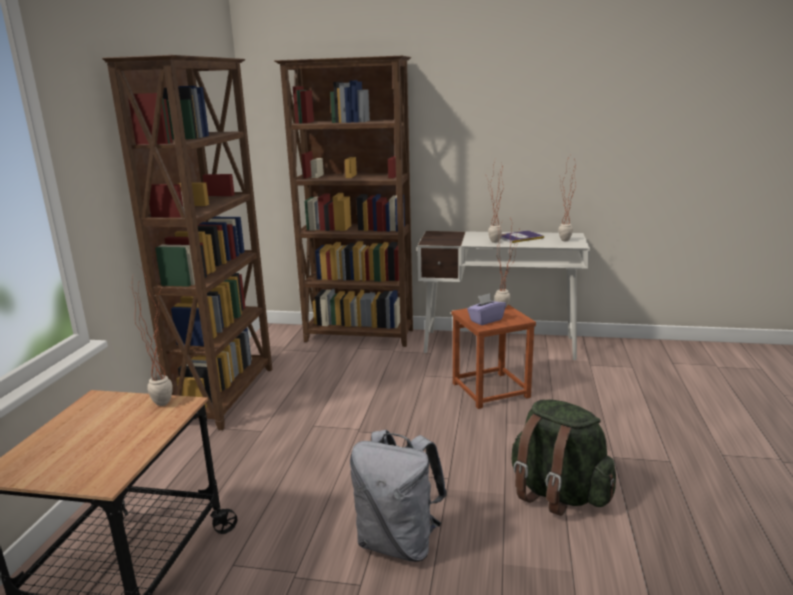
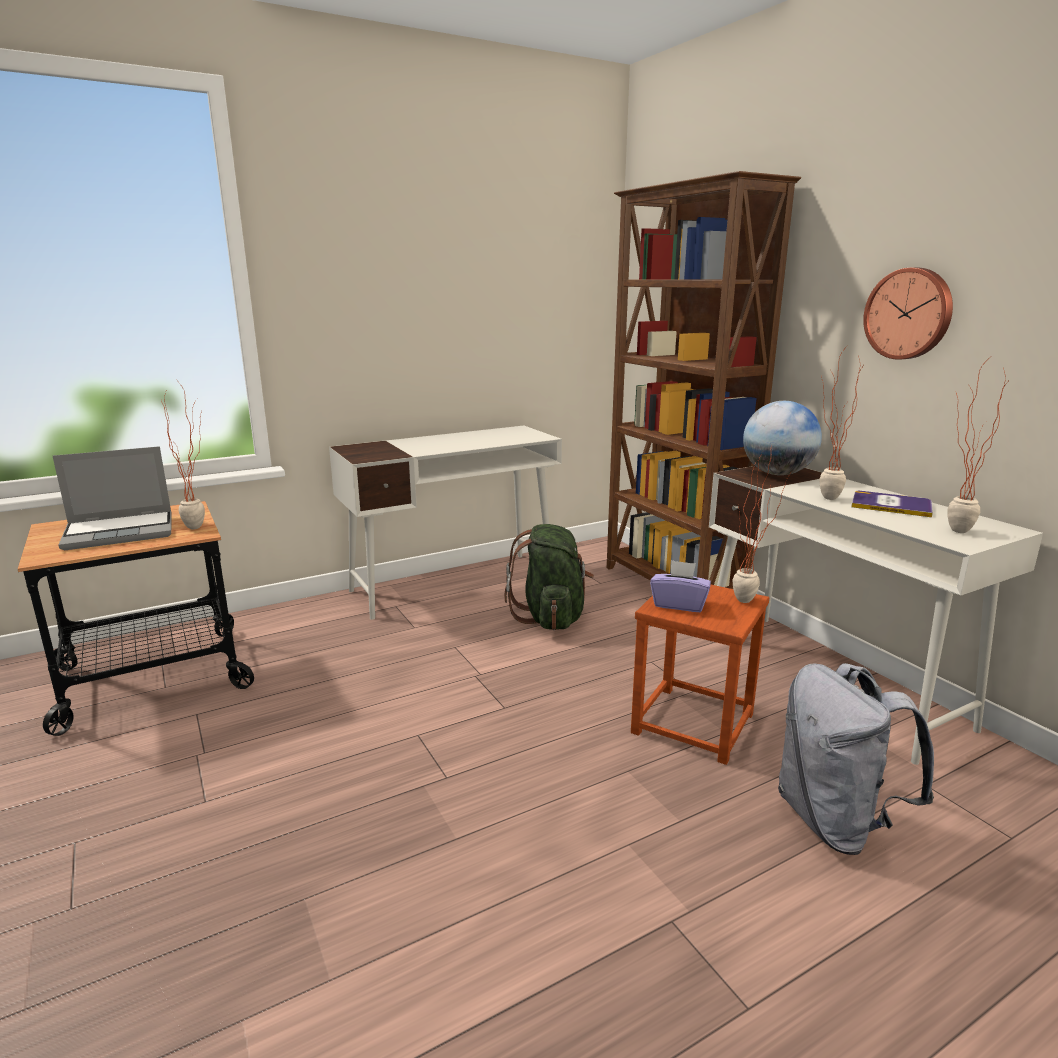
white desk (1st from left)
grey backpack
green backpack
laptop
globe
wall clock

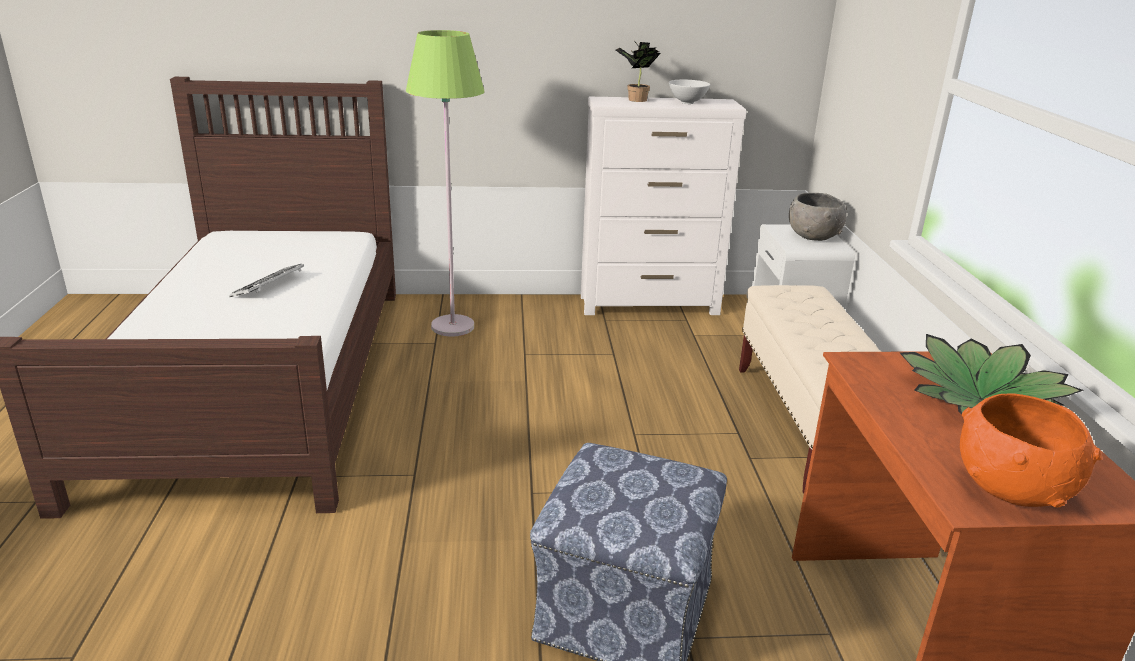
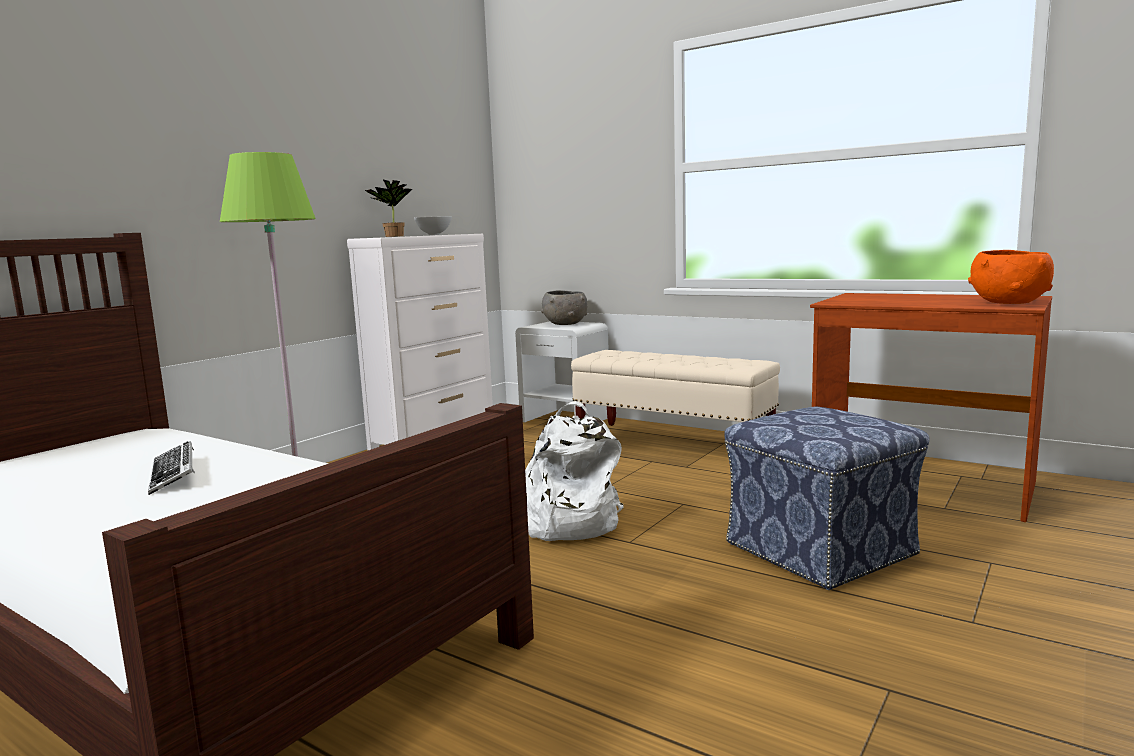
potted plant (2nd from left in the first image)
white backpack

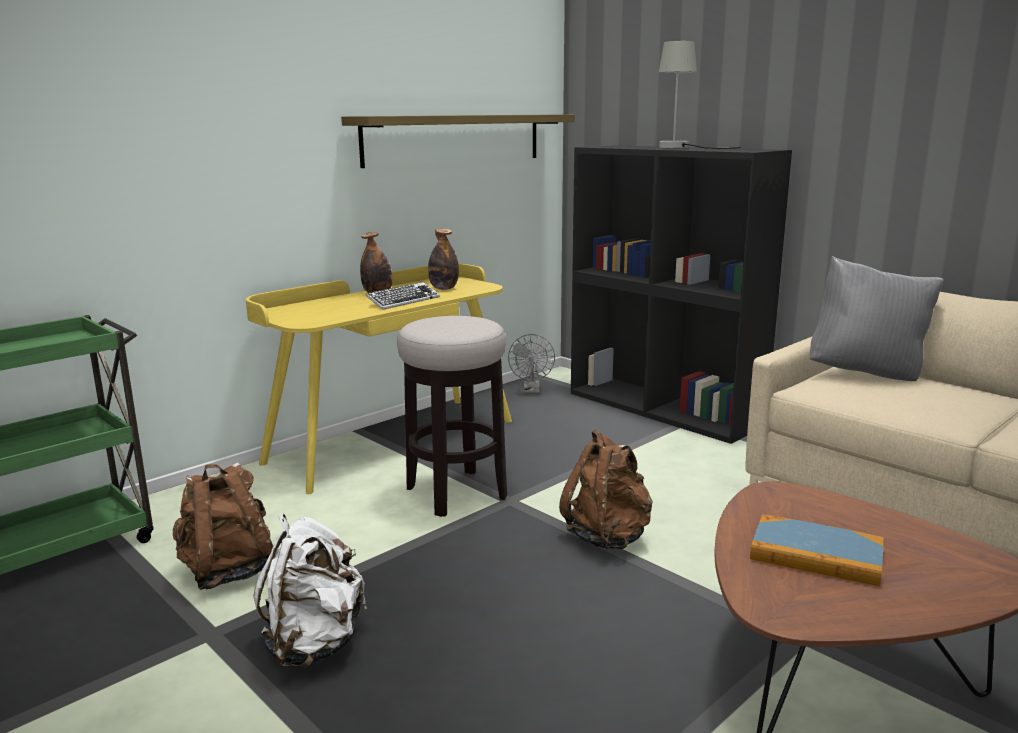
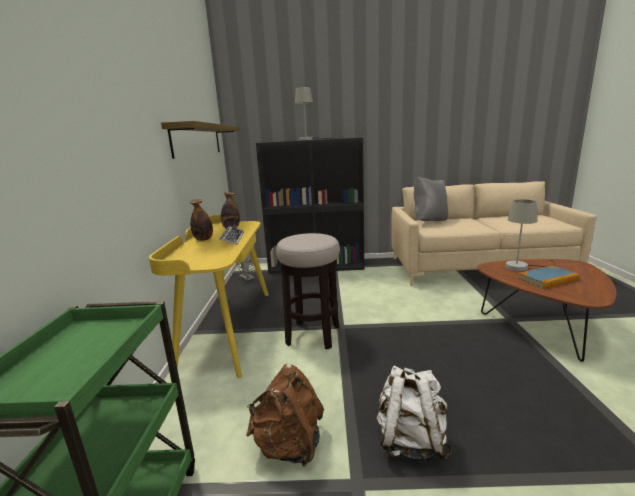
brown backpack (2nd from left in the first image)
grey table lamp (2nd from left)

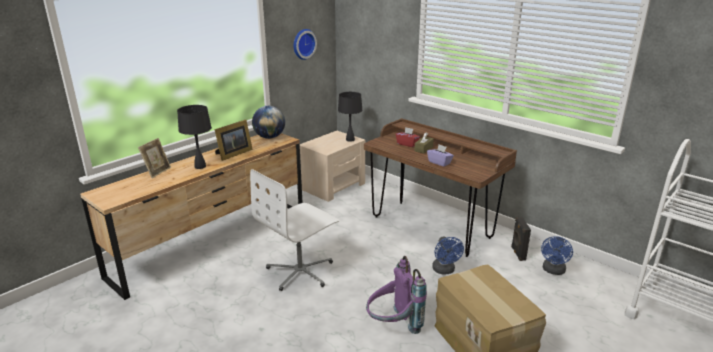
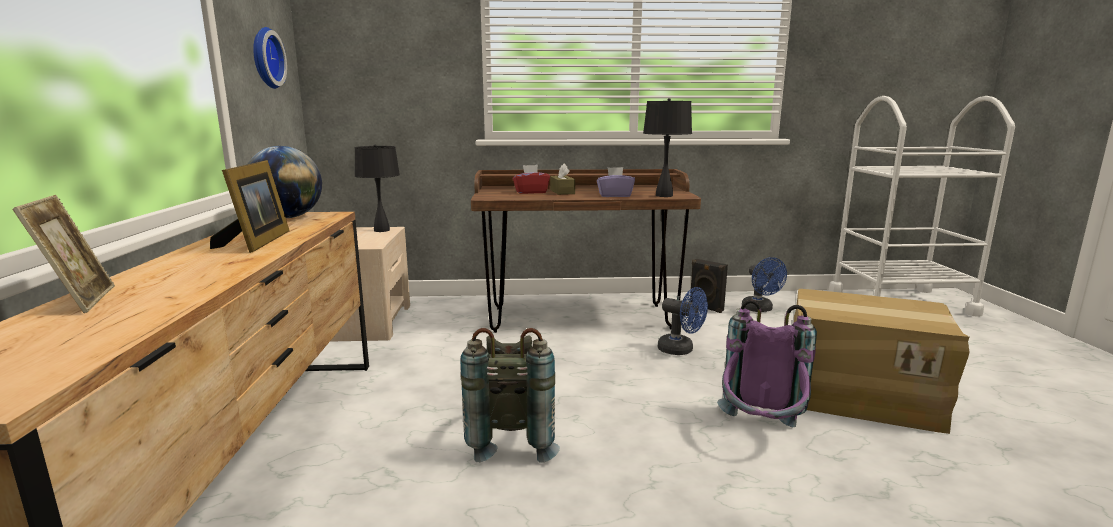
black table lamp (2nd from left)
grey backpack

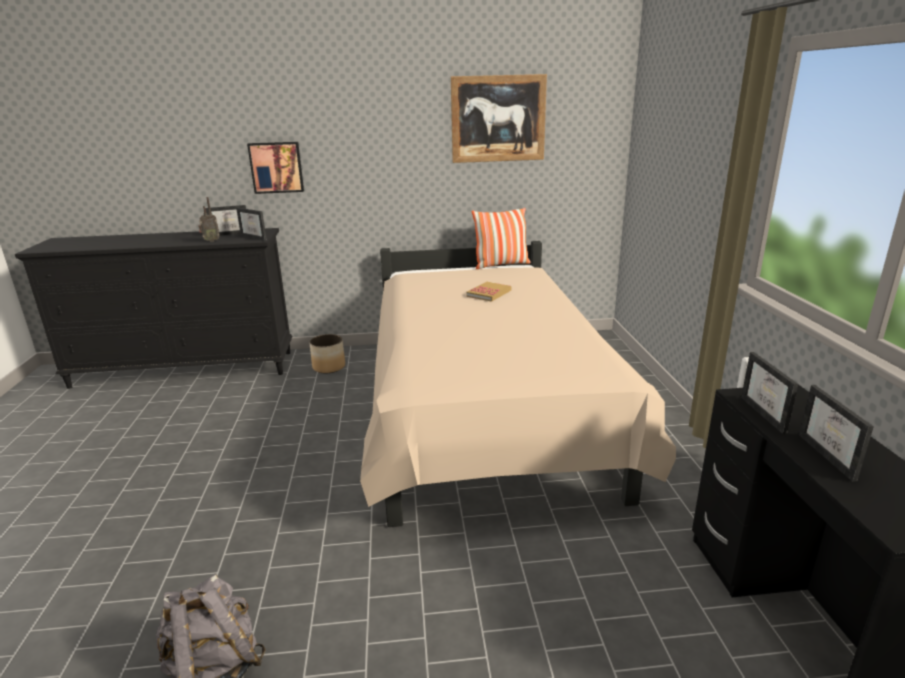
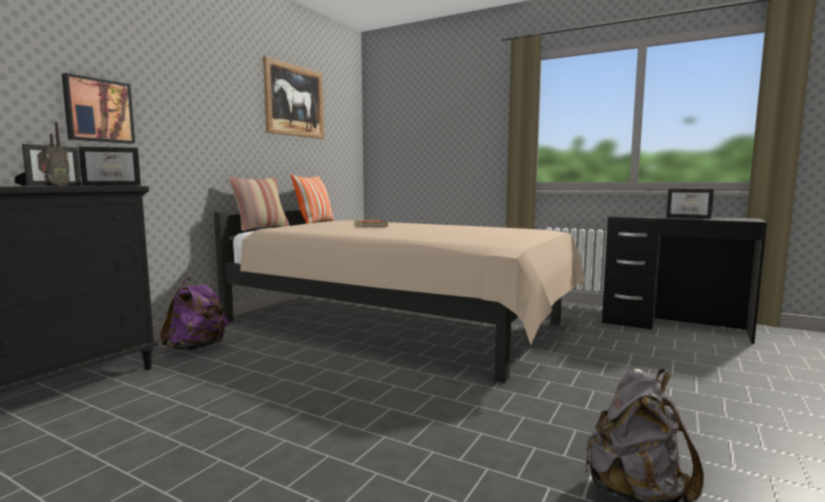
purple backpack
picture frame (3rd from left in the first image)
pillow (1st from left)

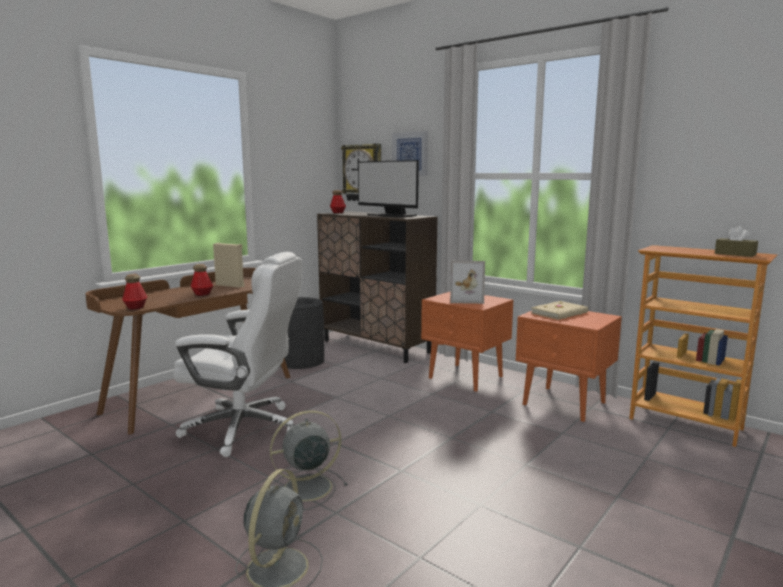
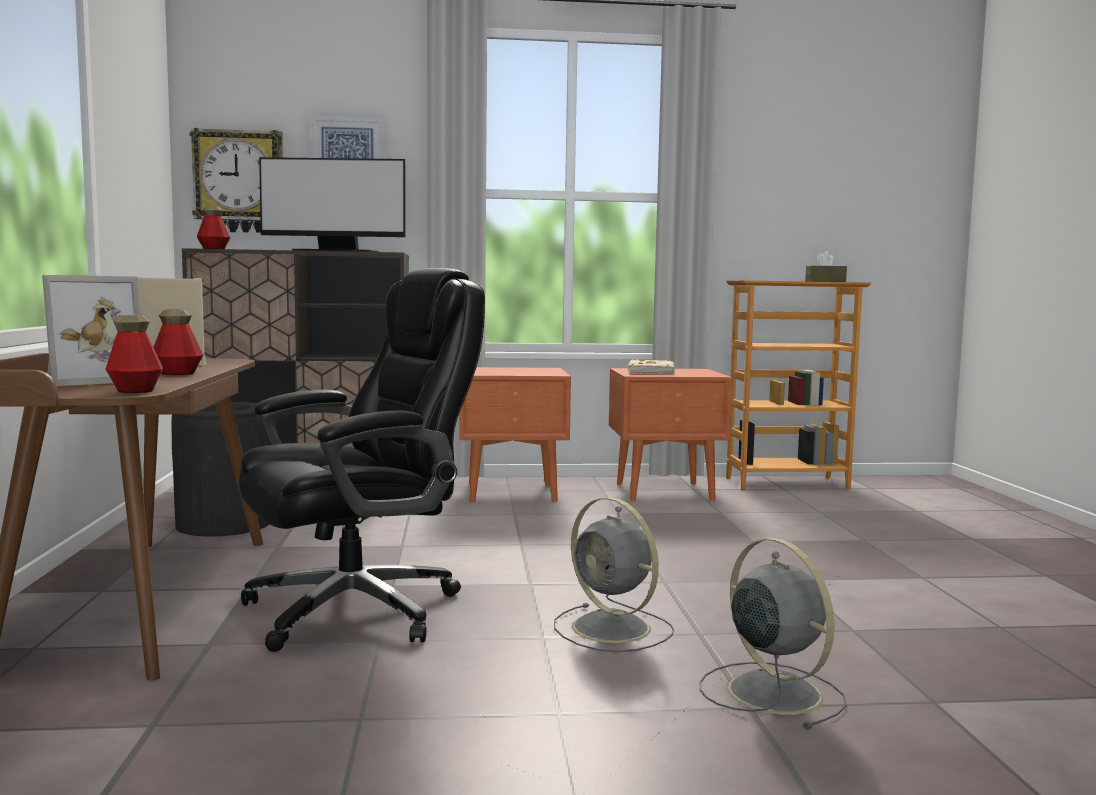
black office chair
grey fan (1st from left)
picture frame

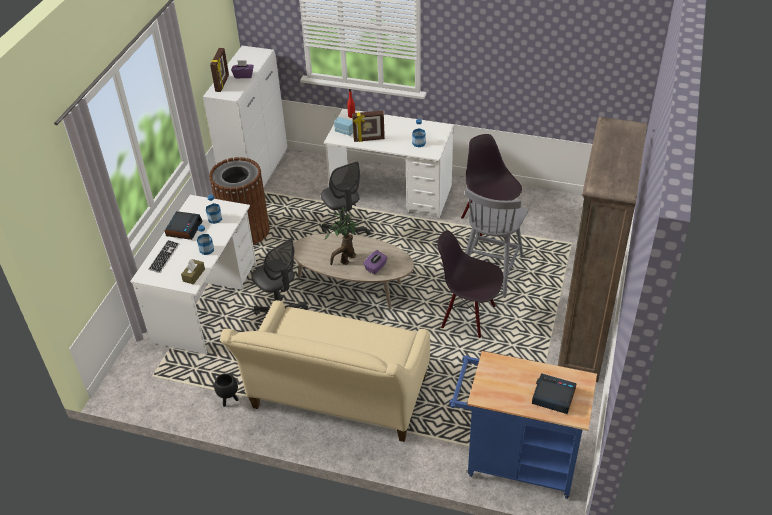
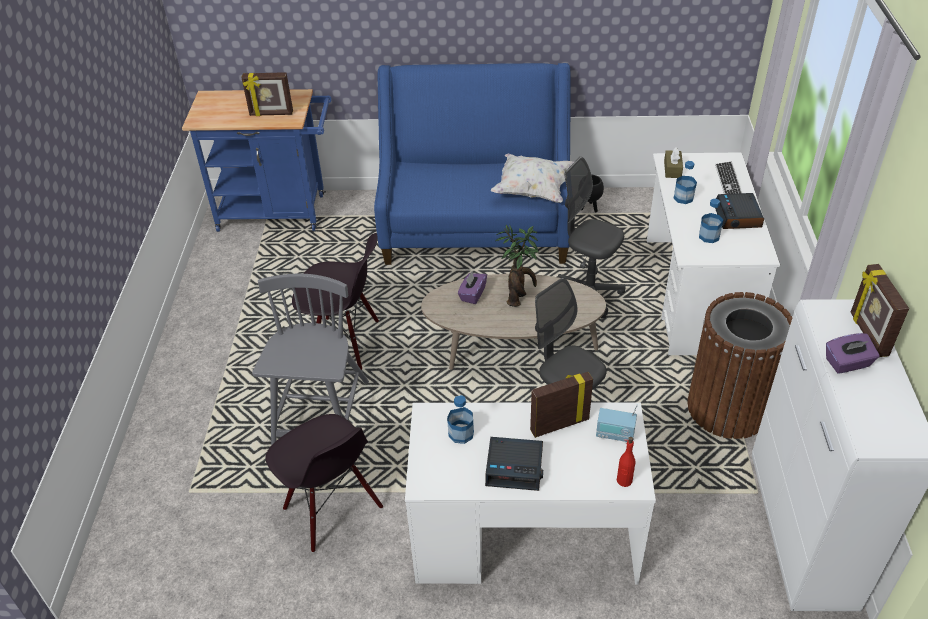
blue sofa
alarm clock (1st from left)
brown bookcase
picture frame (1st from left)
white pillow

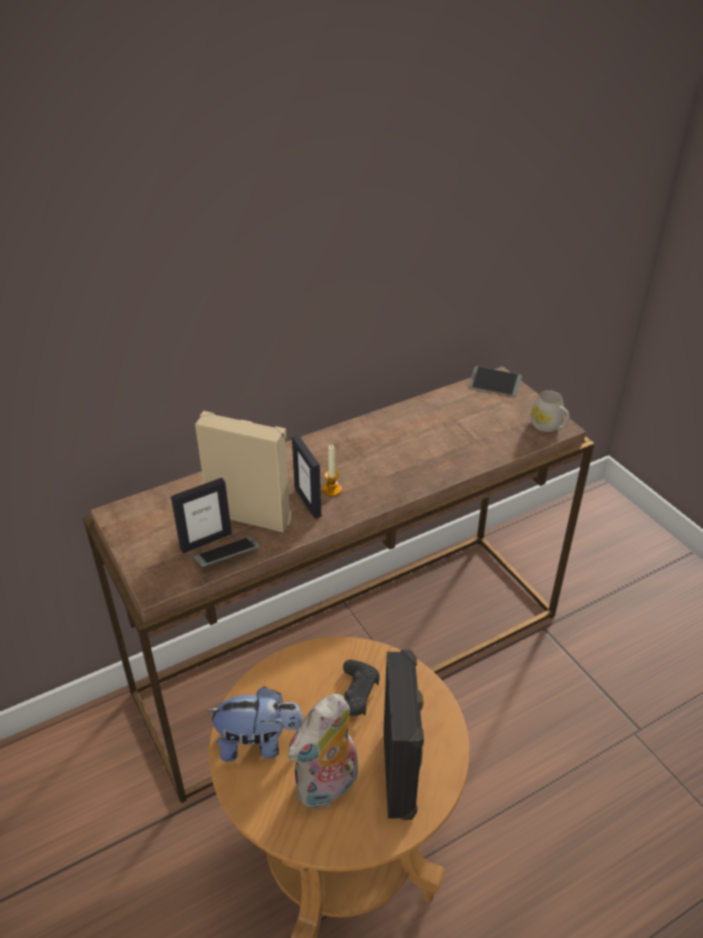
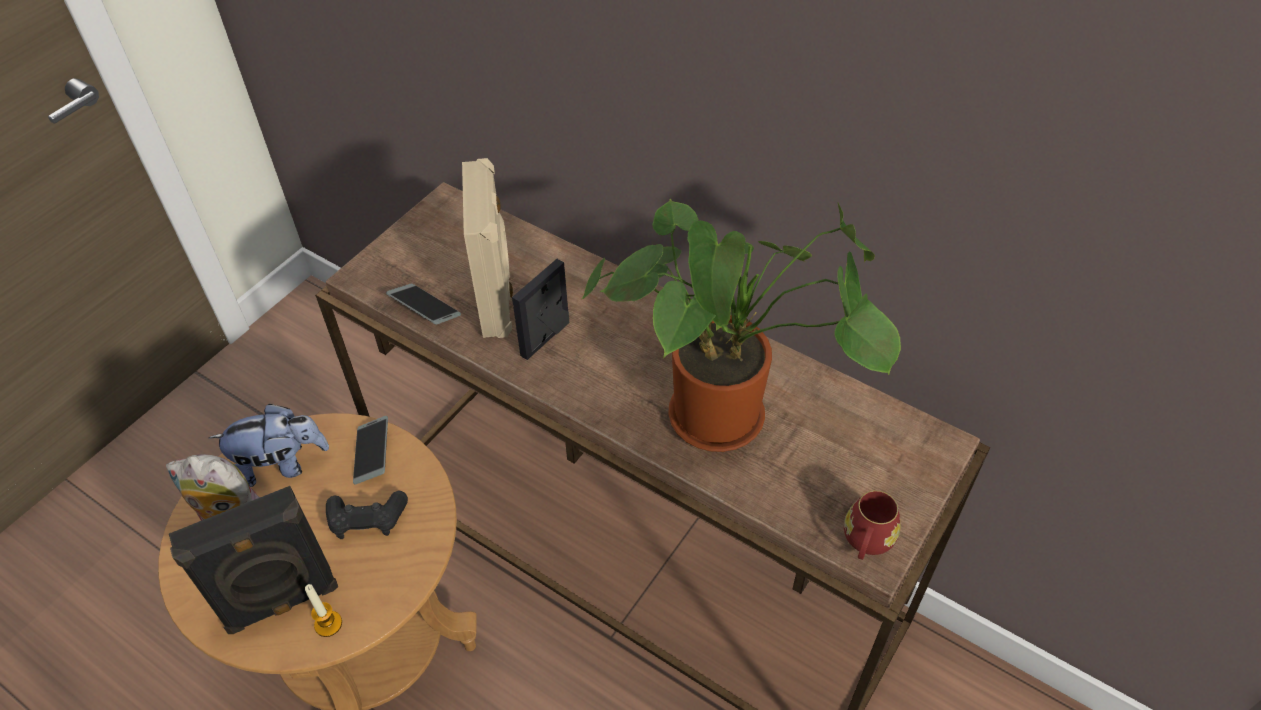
picture frame (1st from left in the first image)
plush toy (2nd from left)
candle
phone (1st from left)
red mug
potted plant

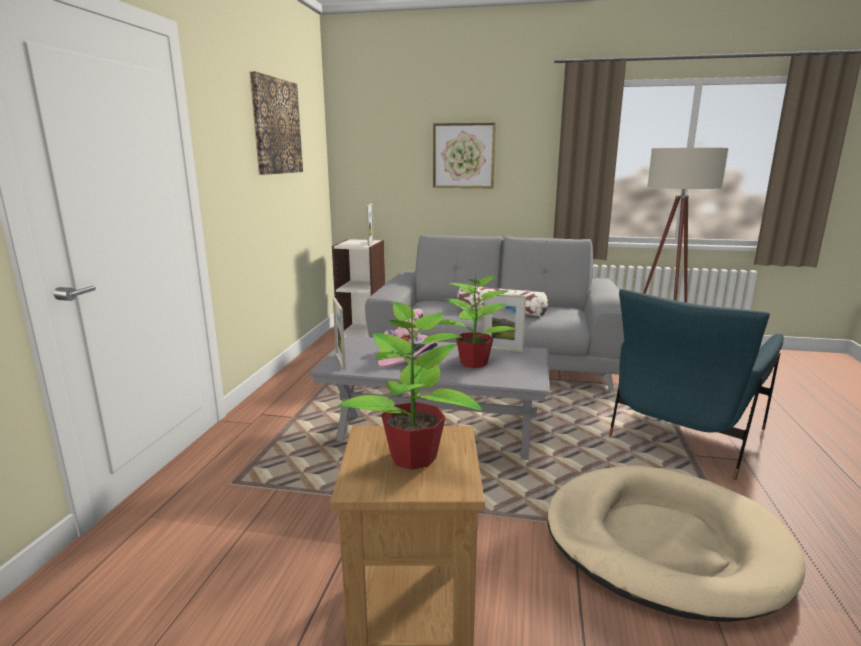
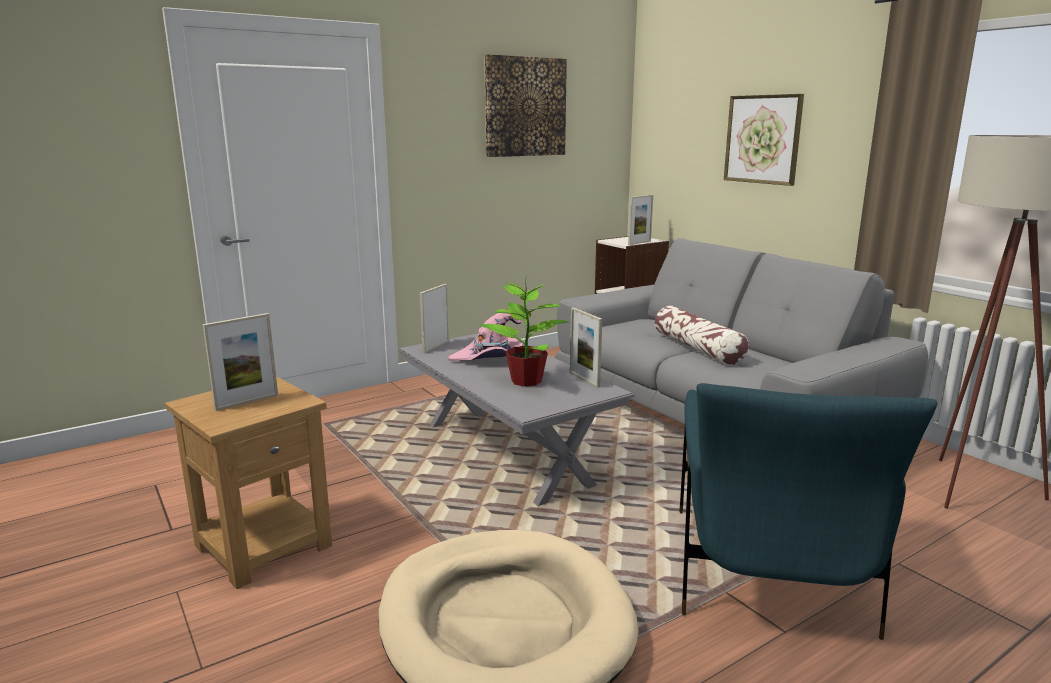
picture frame (1st from left)
blue armchair

